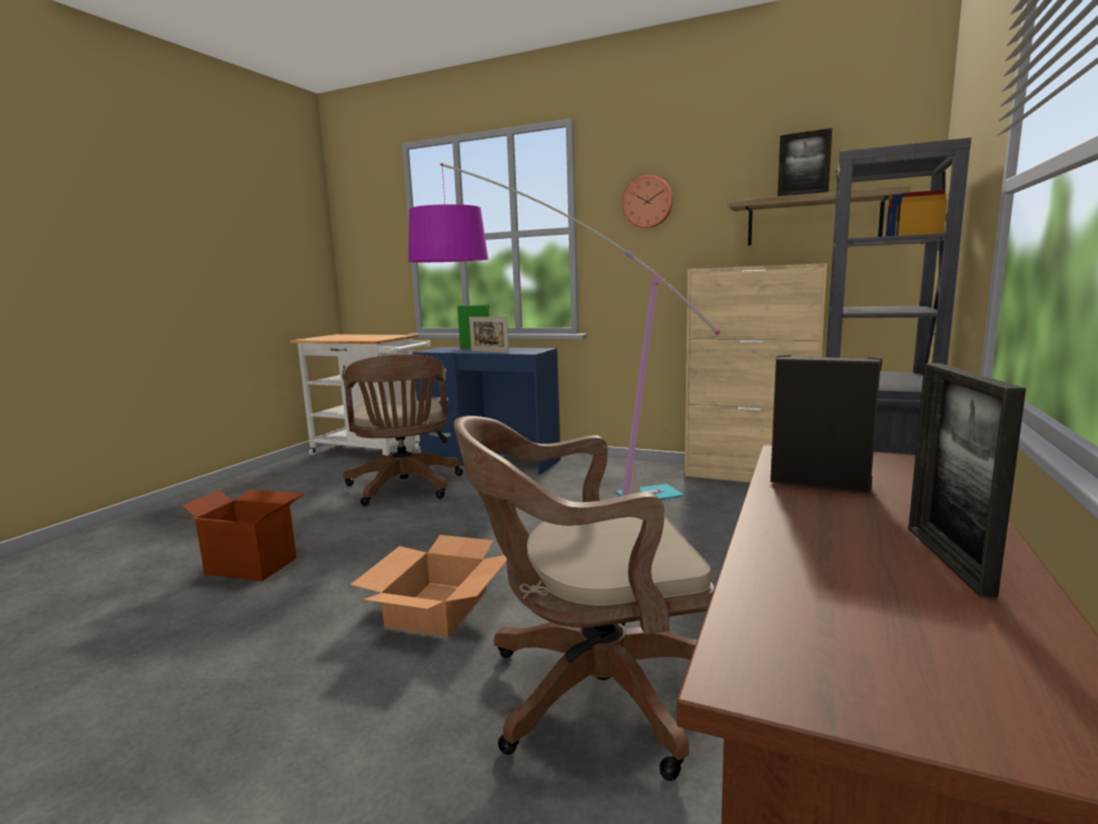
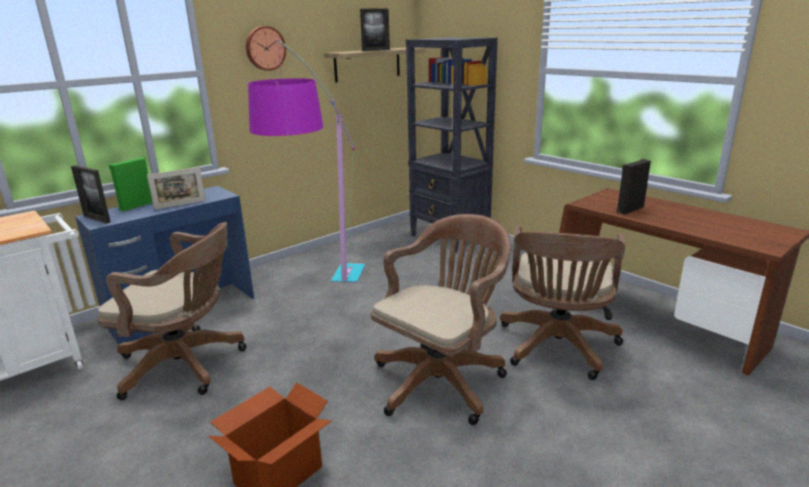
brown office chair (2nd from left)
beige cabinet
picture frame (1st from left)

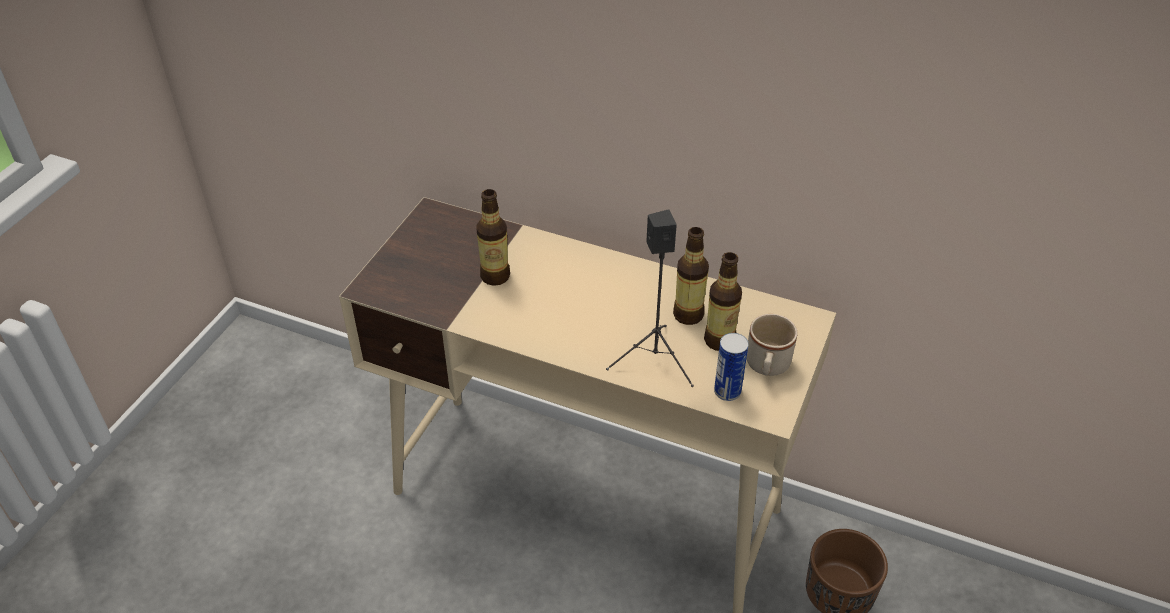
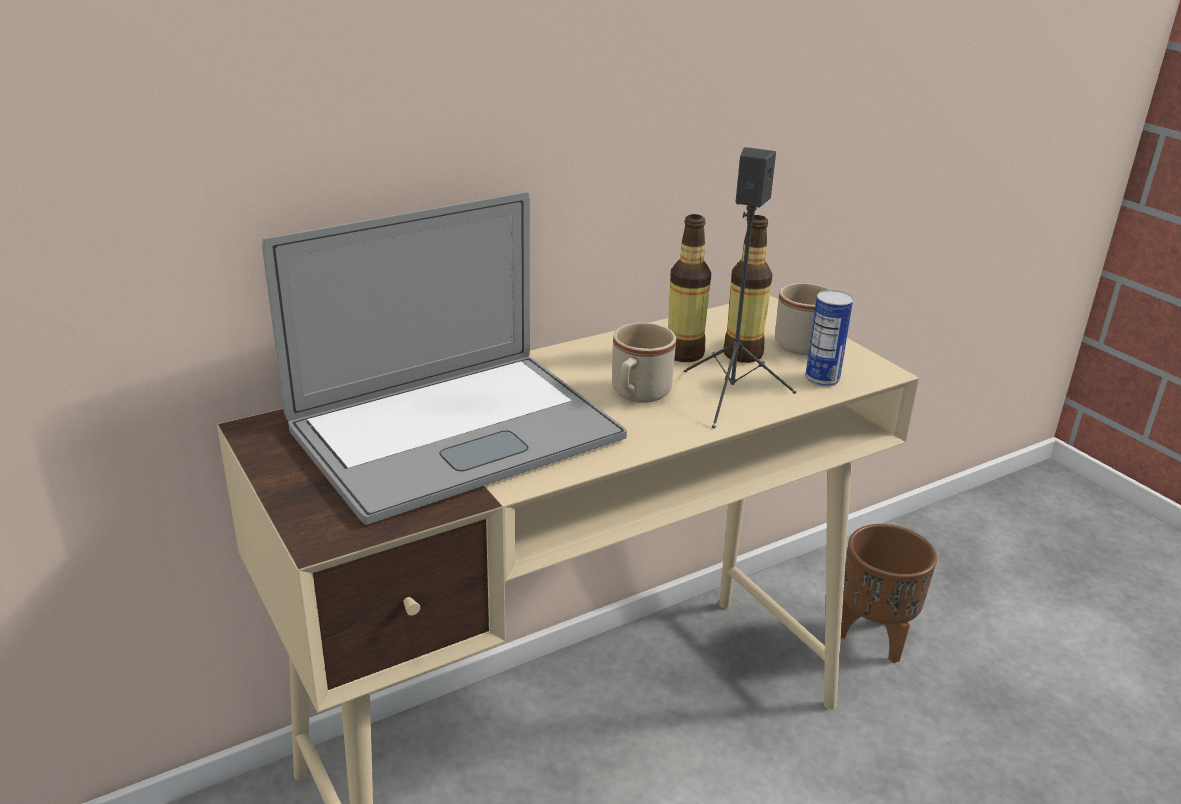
laptop
beige mug (1st from left)

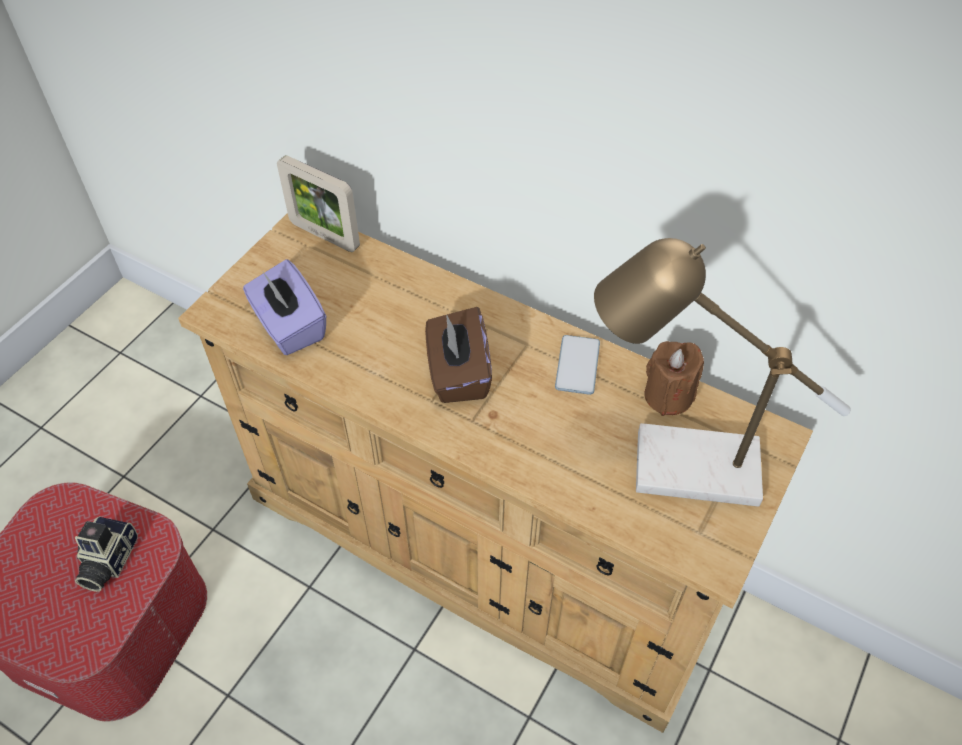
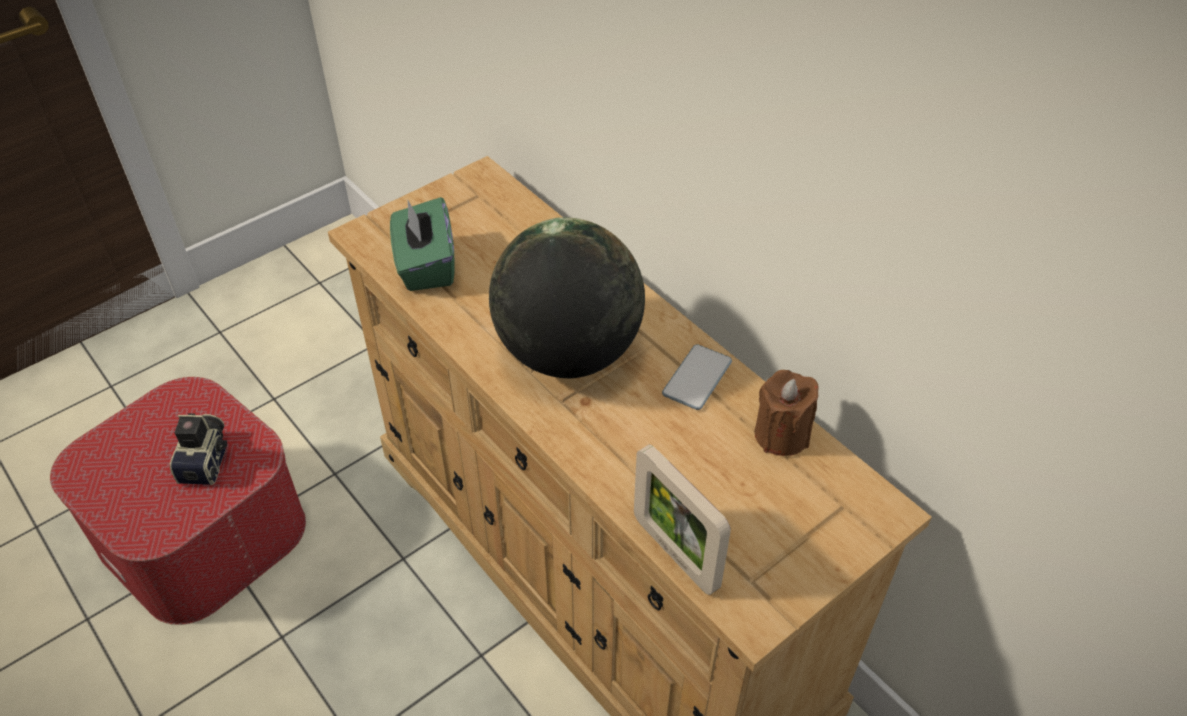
photo camera
green tissue box
picture frame
globe
table lamp

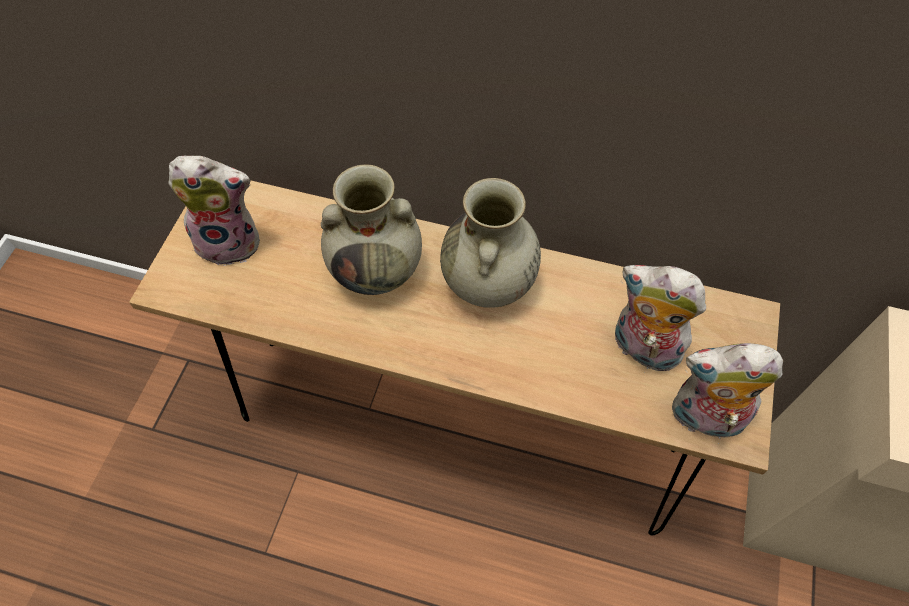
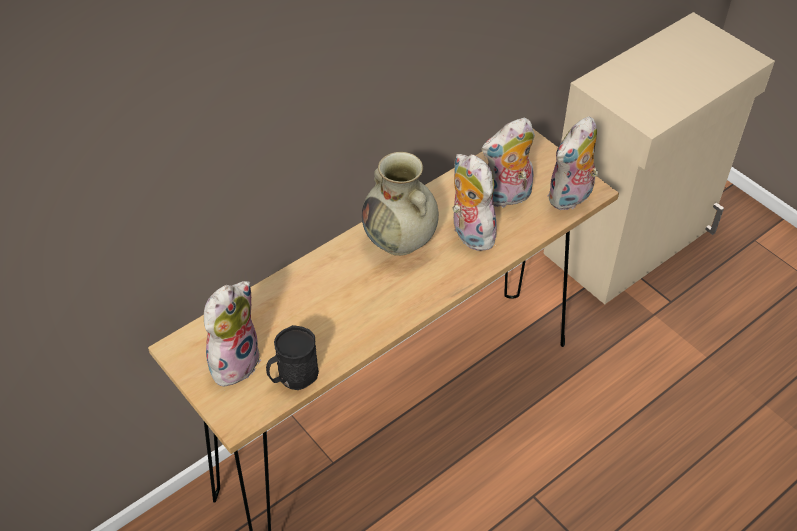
beige vase (1st from left in the first image)
black mug
plush toy (2nd from left)

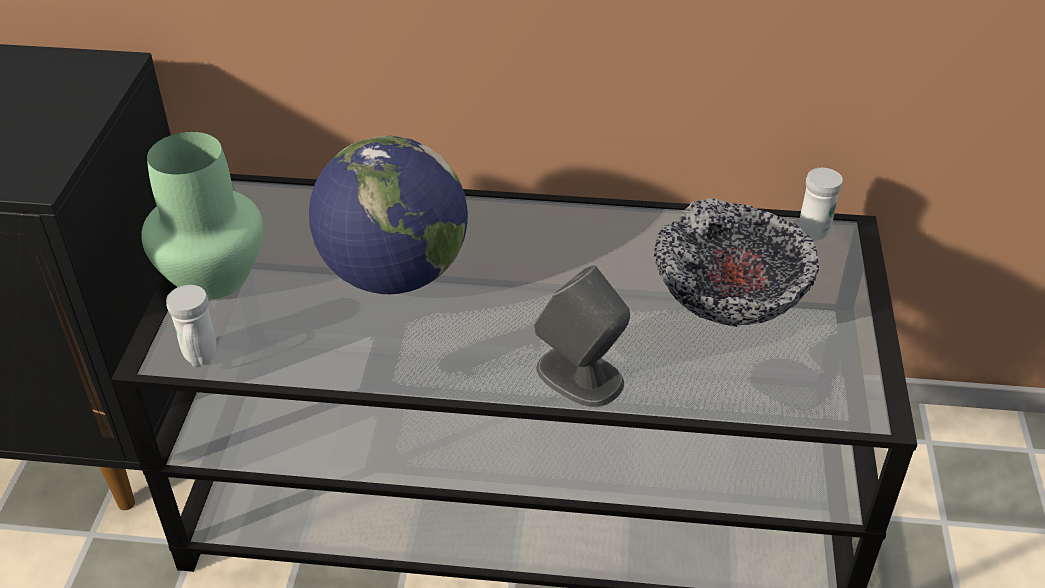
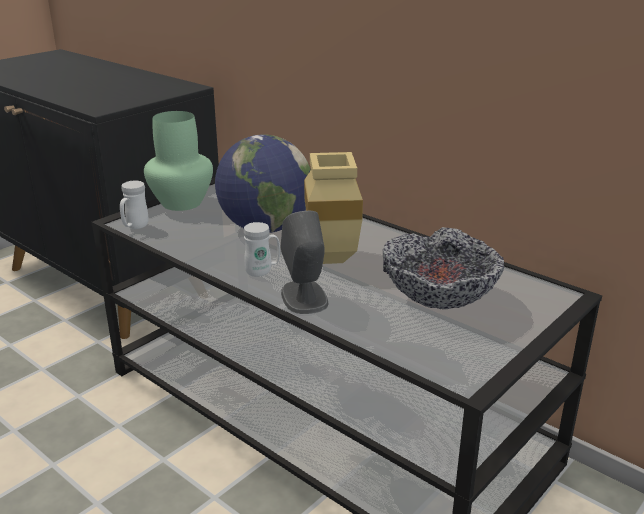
white mug (2nd from left)
beige vase

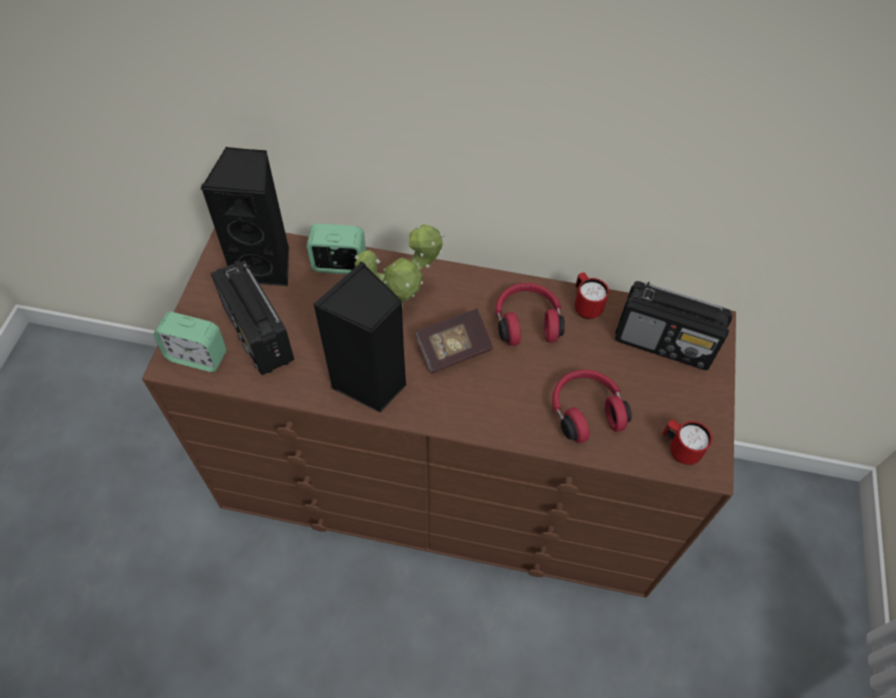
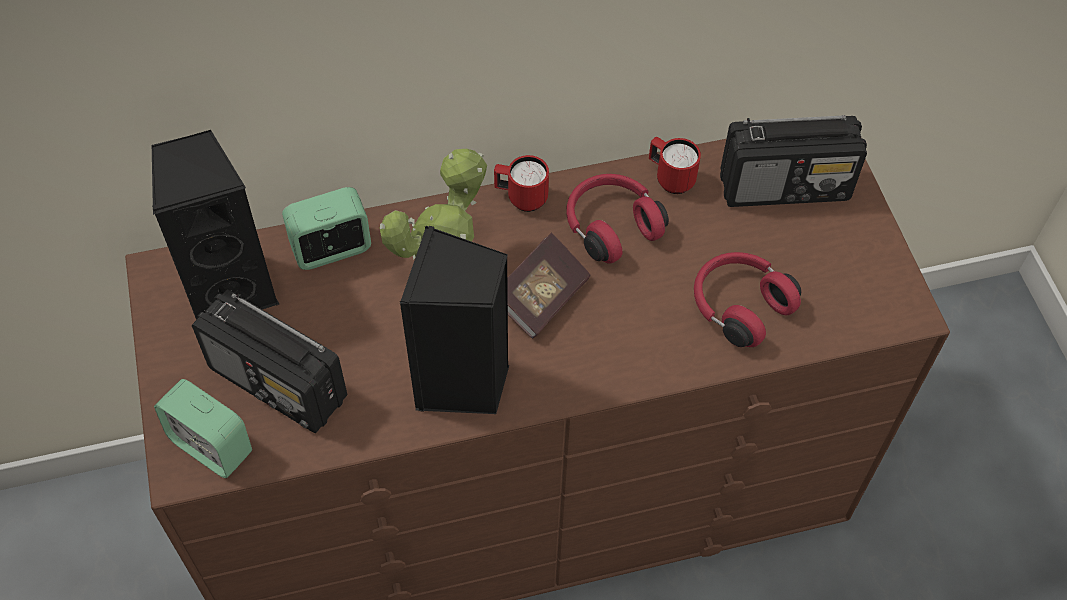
alarm clock (1st from left)
red mug (1st from left)

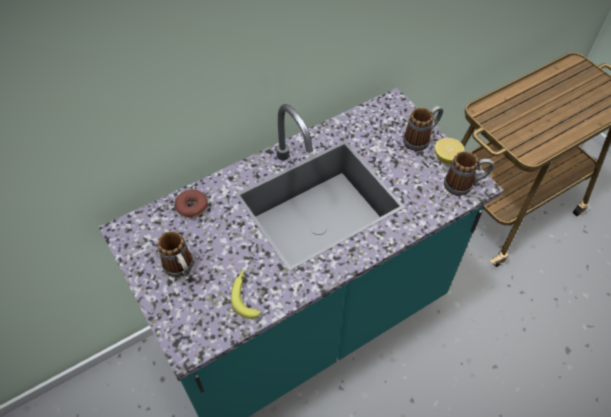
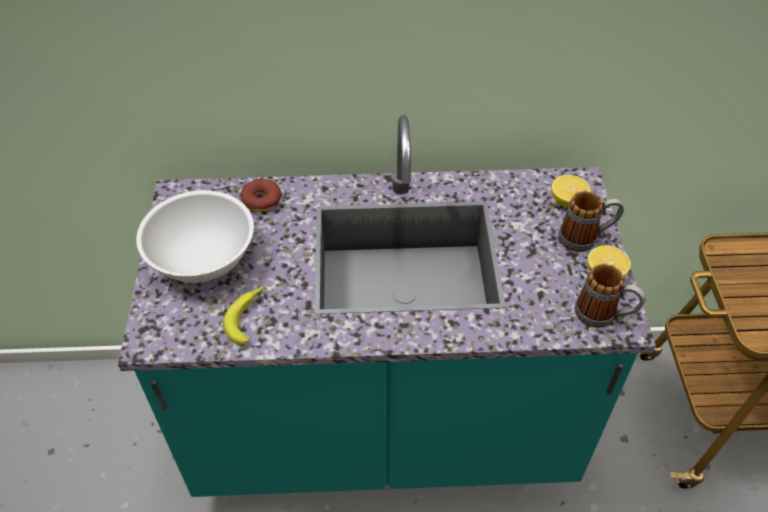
white bowl
lemon (1st from left)

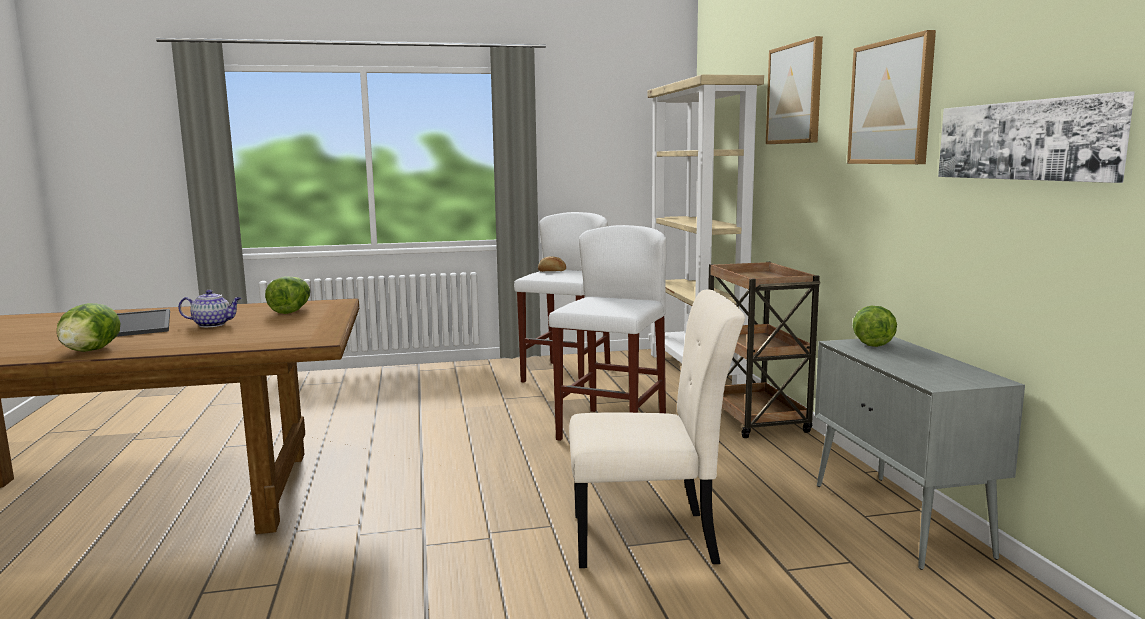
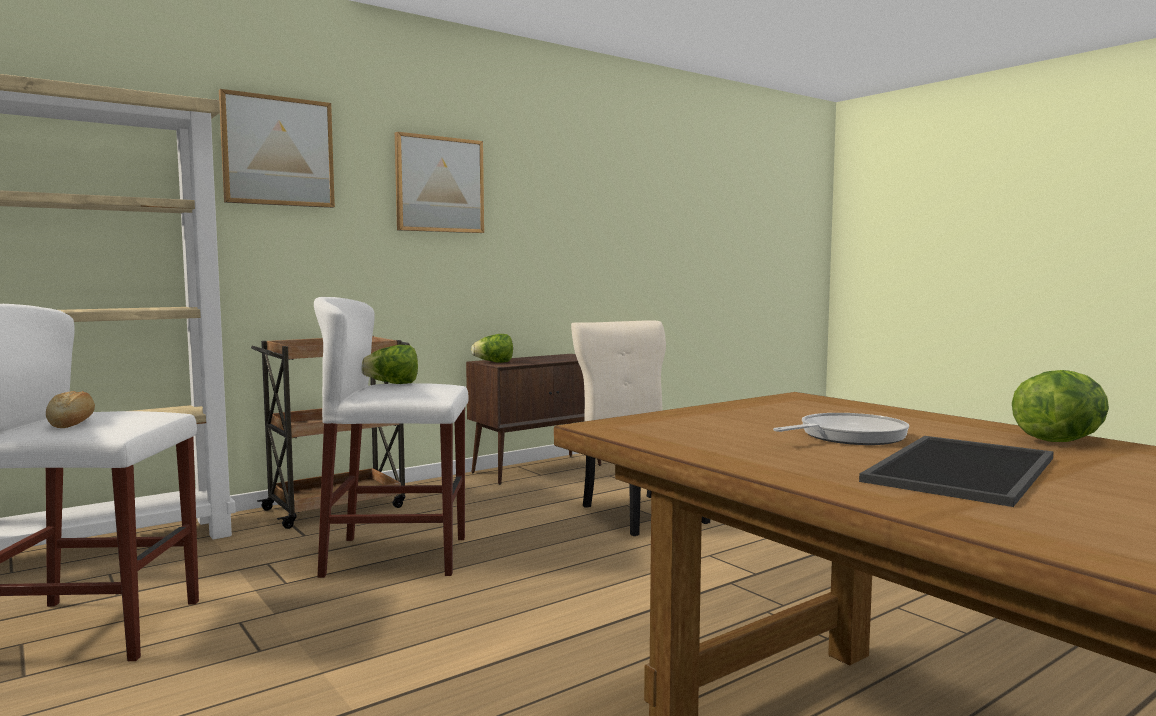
frying pan
lettuce (1st from left)
brown cabinet
picture (3rd from left in the first image)

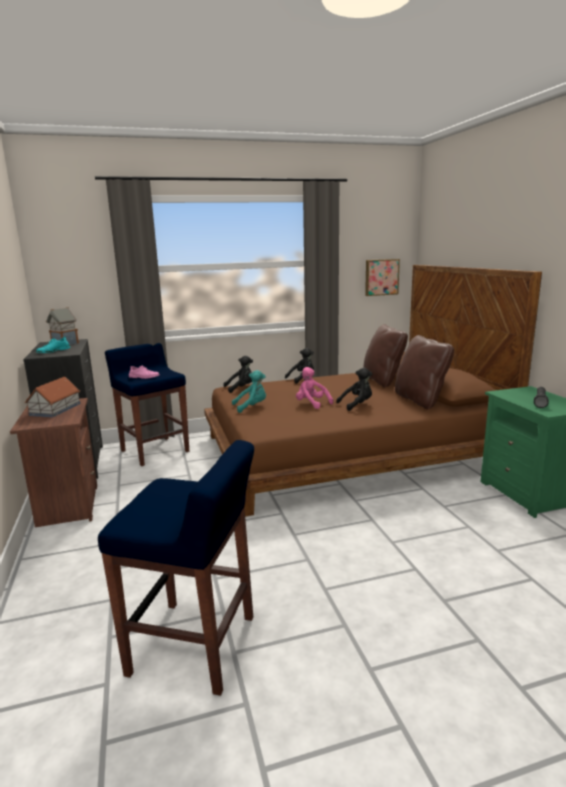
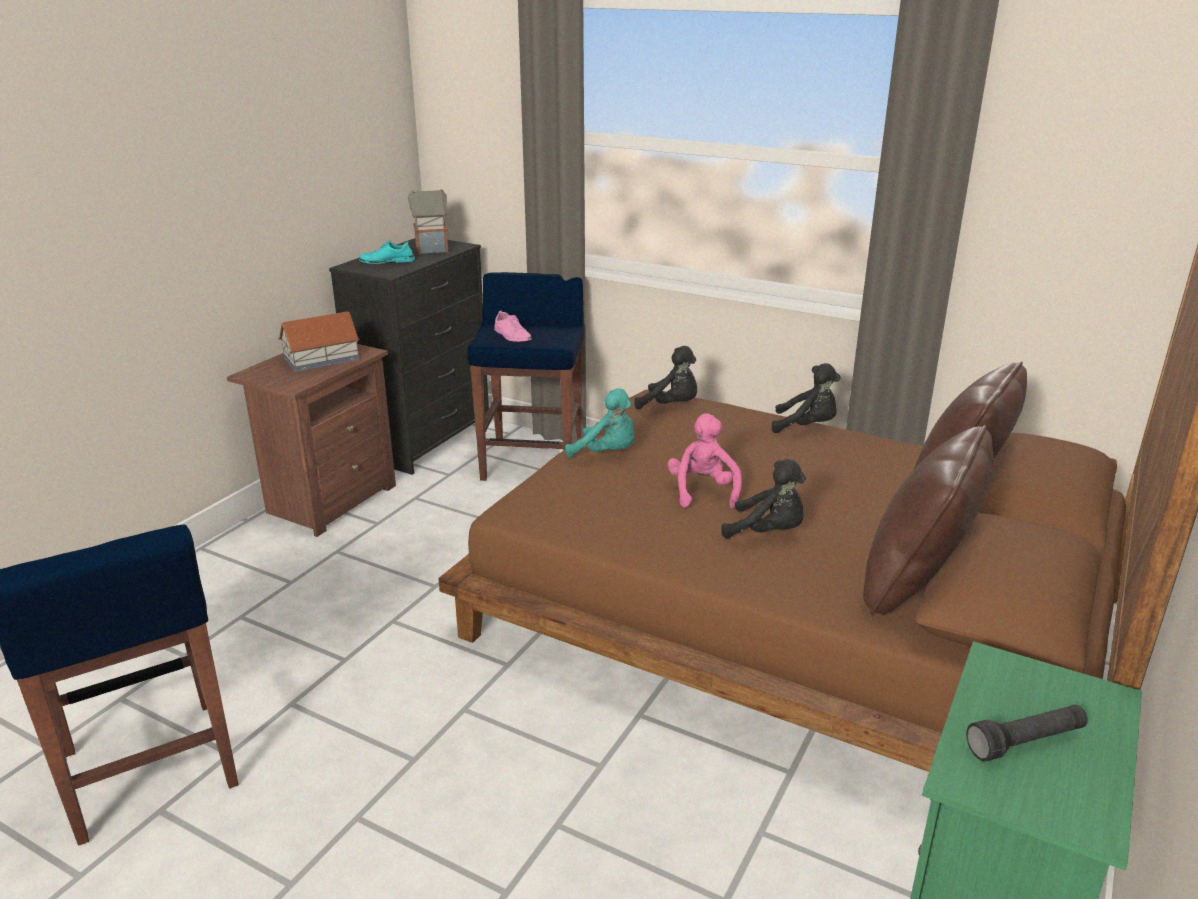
picture

